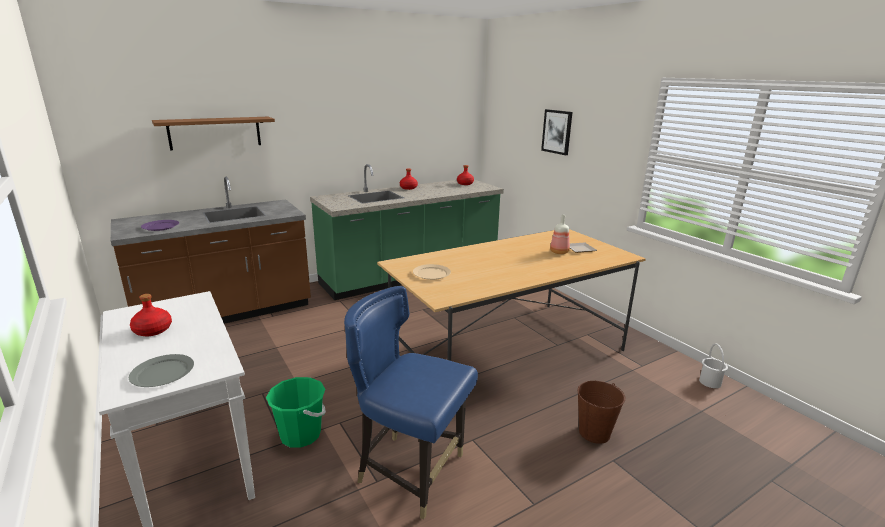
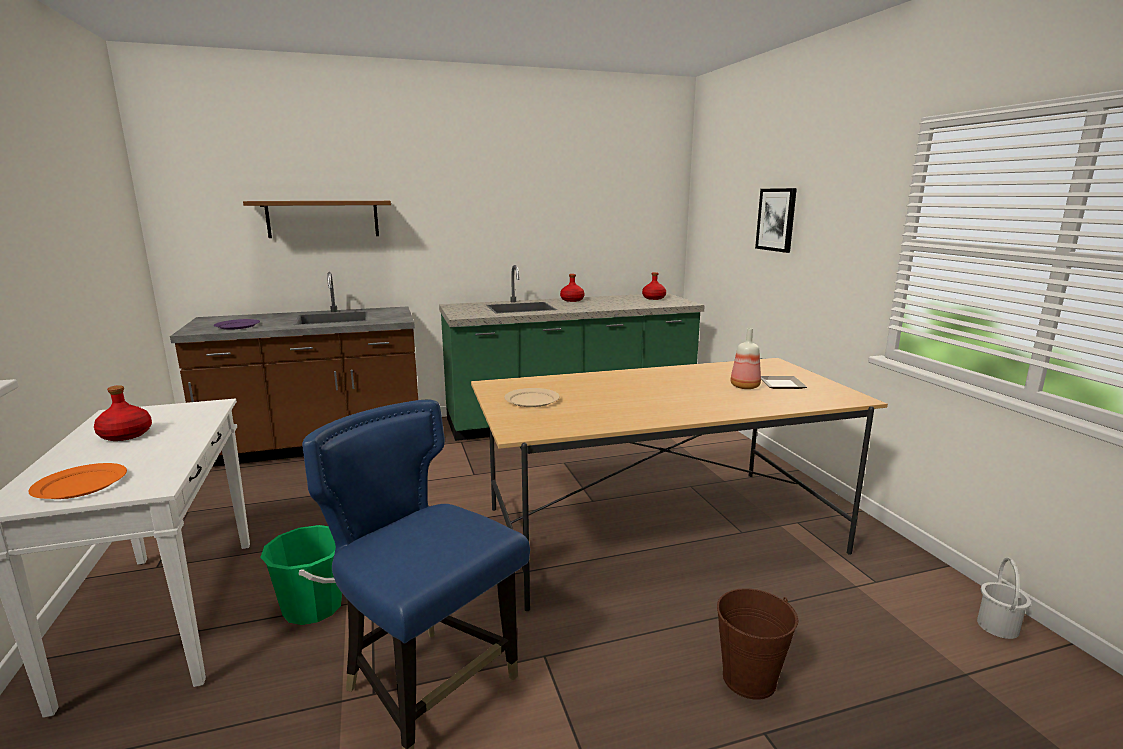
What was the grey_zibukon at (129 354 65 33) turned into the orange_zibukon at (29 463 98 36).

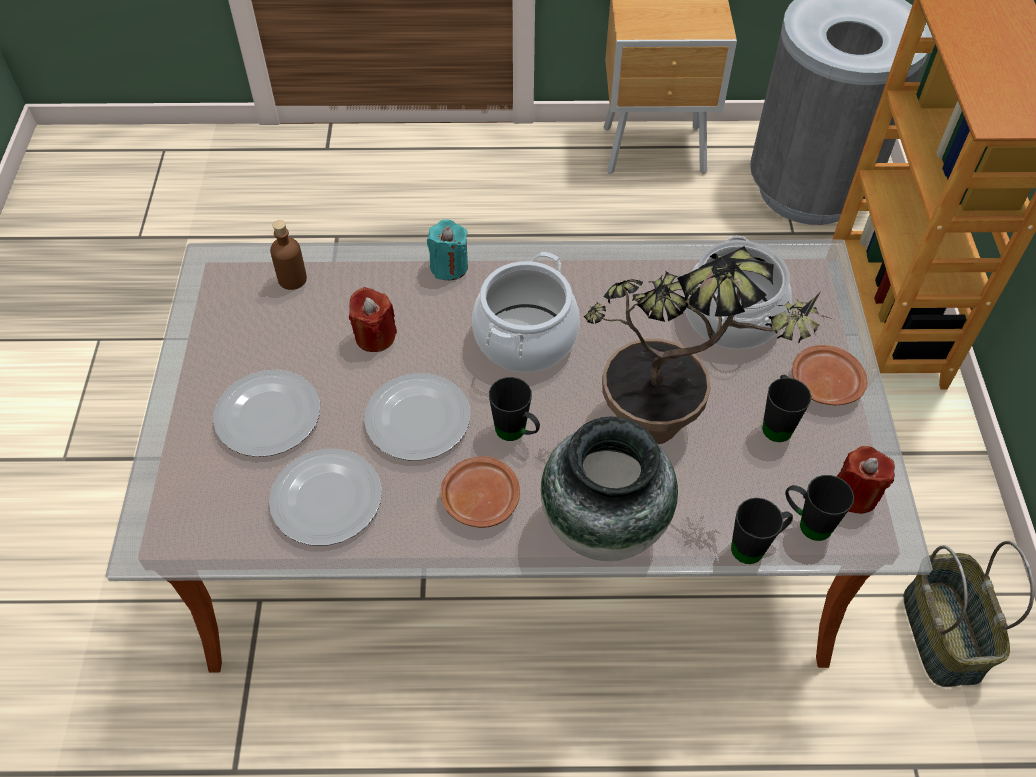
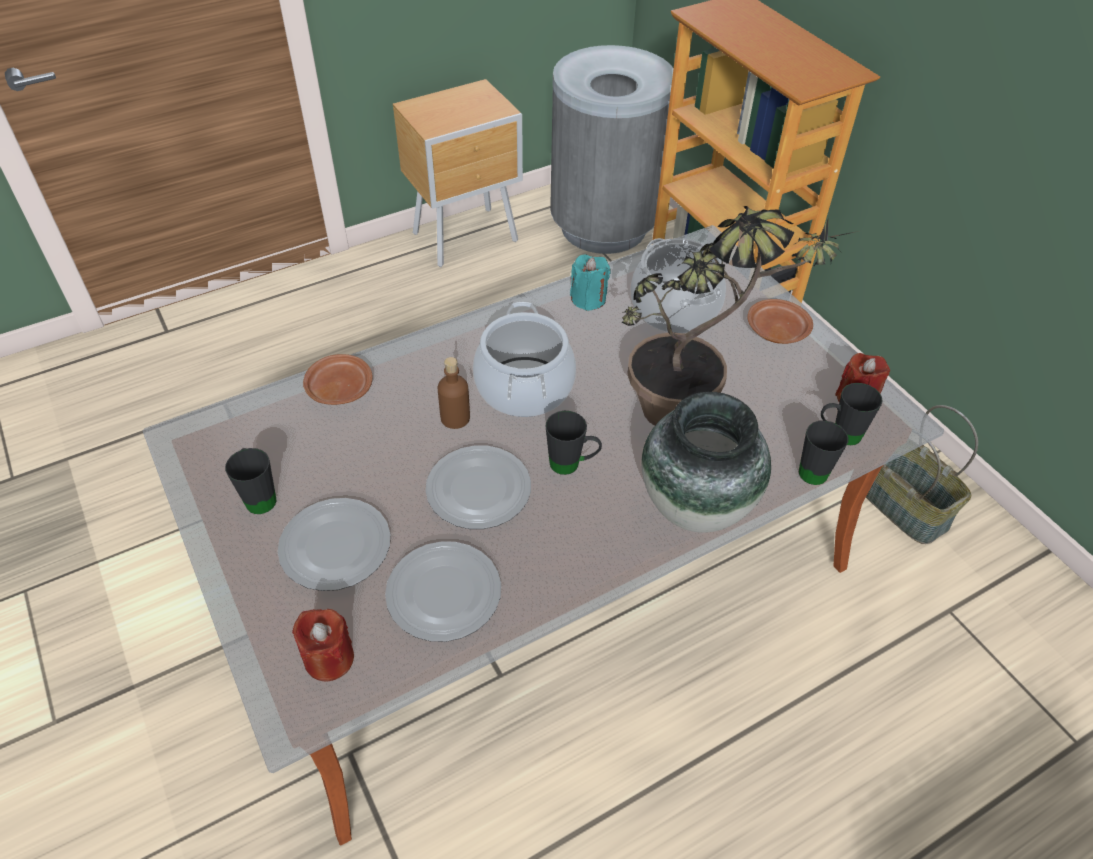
The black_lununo ended up elsewhere, having gone from (762 375 50 67) to (225 448 51 66).
The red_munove ended up elsewhere, having gone from (349 287 48 65) to (292 609 62 73).
The brown_zibukon ended up elsewhere, having gone from (441 456 79 72) to (303 354 69 51).
The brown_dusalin ended up elsewhere, having gone from (270 220 37 70) to (438 357 32 72).
The turquoise_munove ended up elsewhere, having gone from (427 219 41 62) to (570 254 41 57).

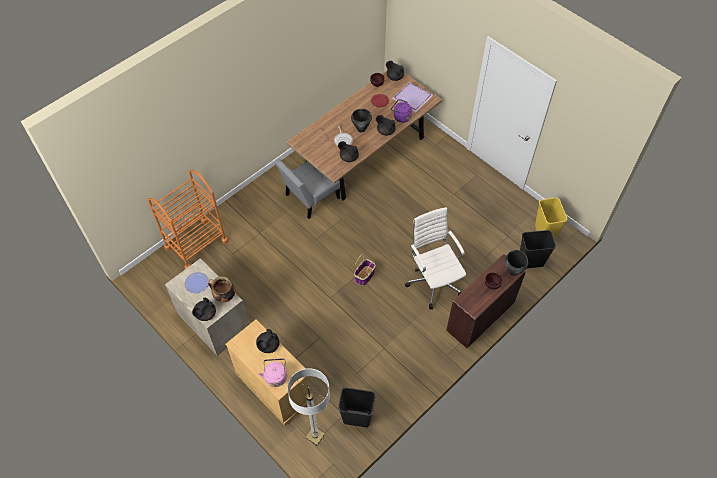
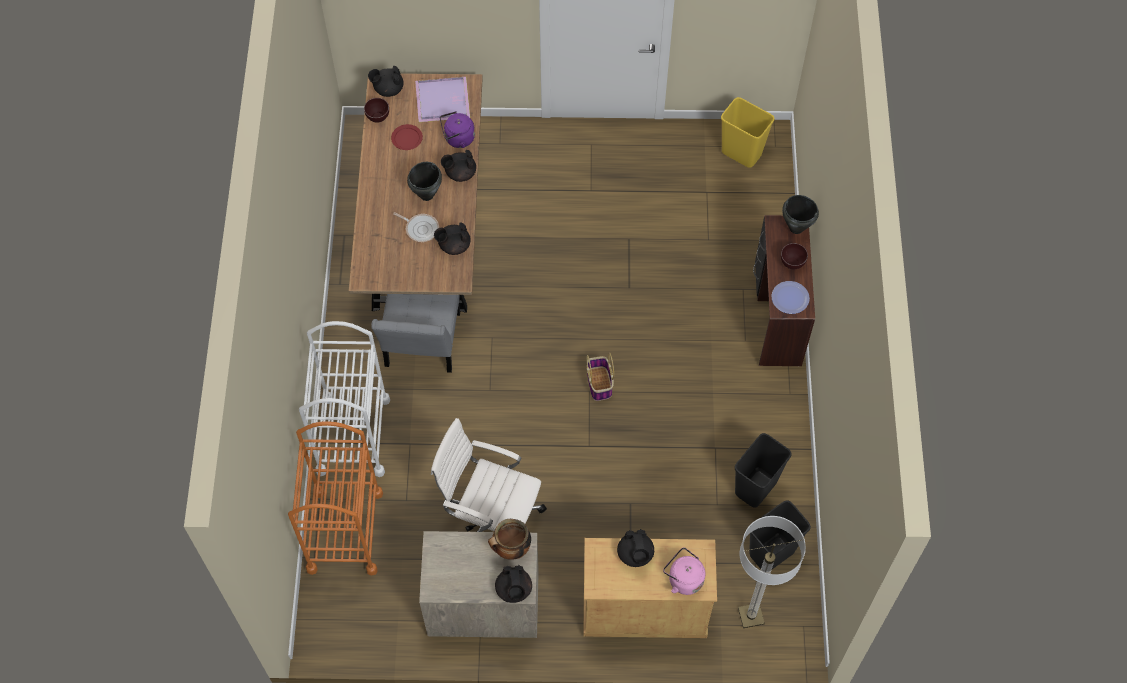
The second view gained the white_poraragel at (299 321 91 156).
The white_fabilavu ended up elsewhere, having gone from (405 207 61 102) to (431 418 116 114).
The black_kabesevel ended up elsewhere, having gone from (520 230 36 38) to (735 433 57 74).
The zibukon ended up elsewhere, having gone from (184 272 25 22) to (771 281 39 33).

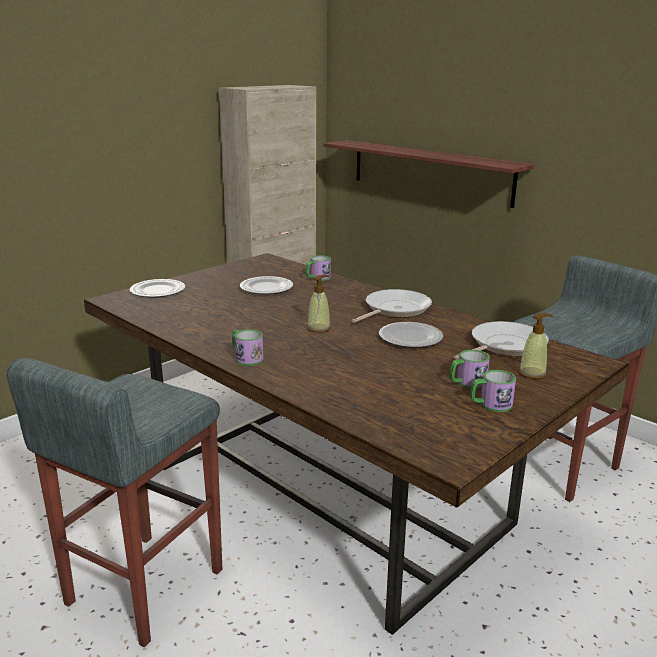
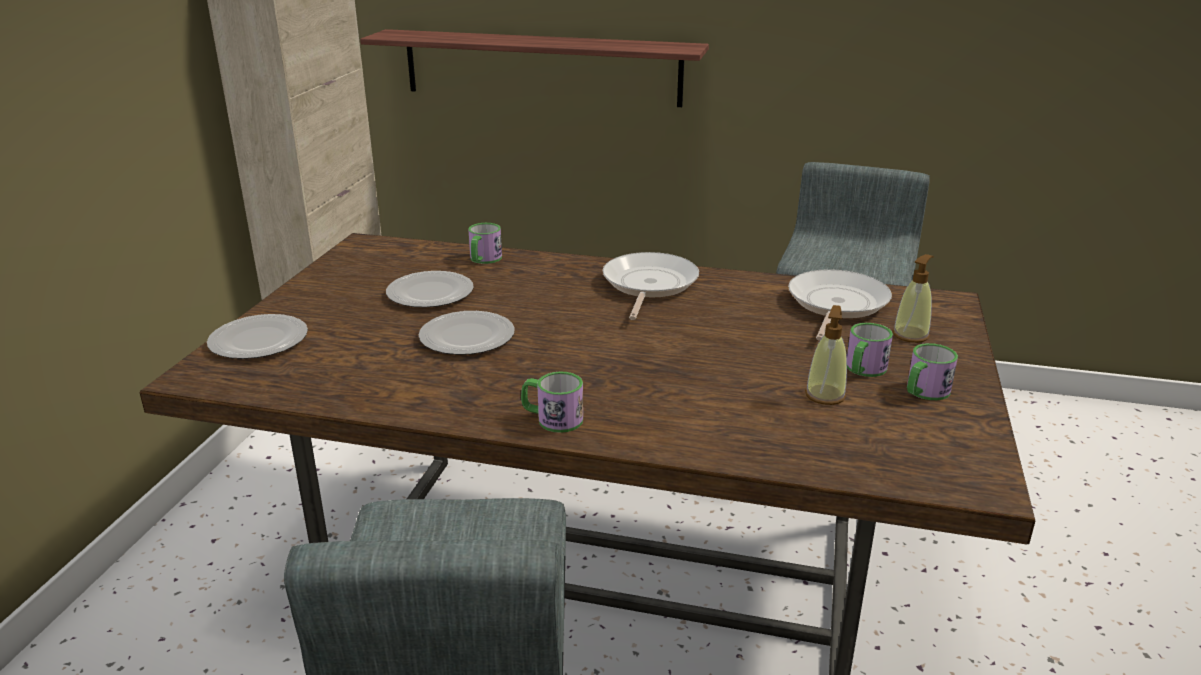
The zibukon ended up elsewhere, having gone from (379 322 64 25) to (419 311 96 44).
The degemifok ended up elsewhere, having gone from (307 275 24 58) to (805 305 42 100).

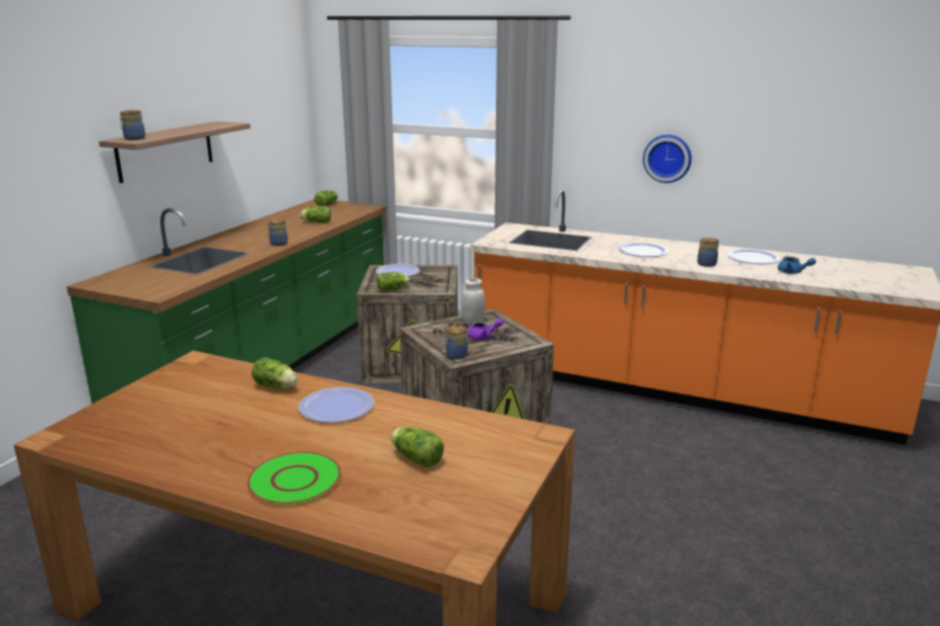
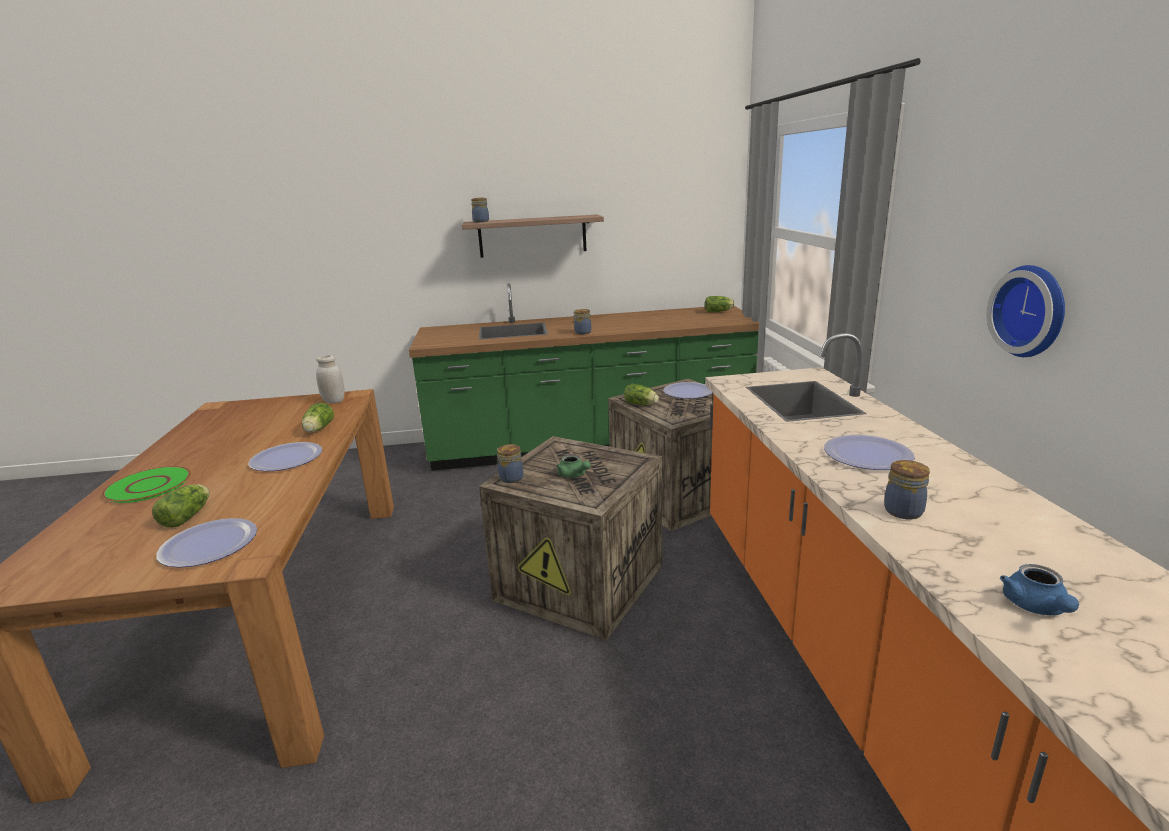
The zibukon ended up elsewhere, having gone from (727 249 53 15) to (156 518 101 50).
The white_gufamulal ended up elsewhere, having gone from (462 278 23 47) to (316 355 29 49).
What was the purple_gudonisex at (468 318 36 22) turned into the green_gudonisex at (556 454 35 24).
The second view lost the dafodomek at (300 206 31 17).

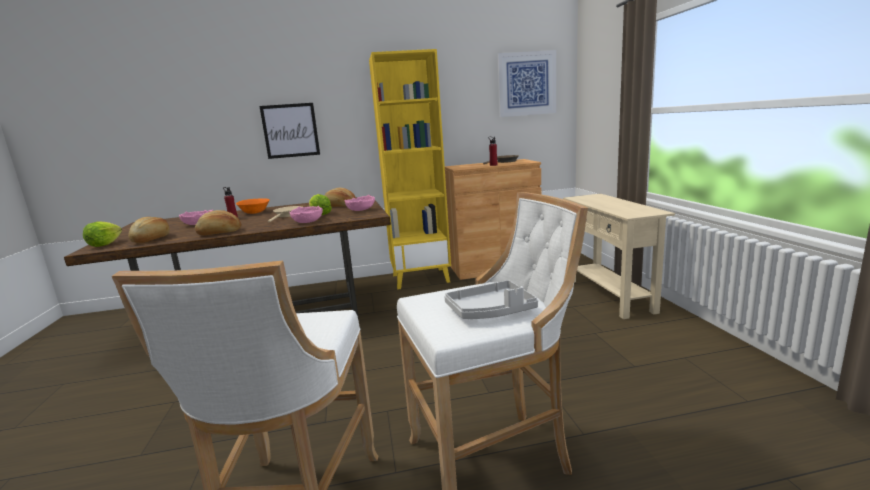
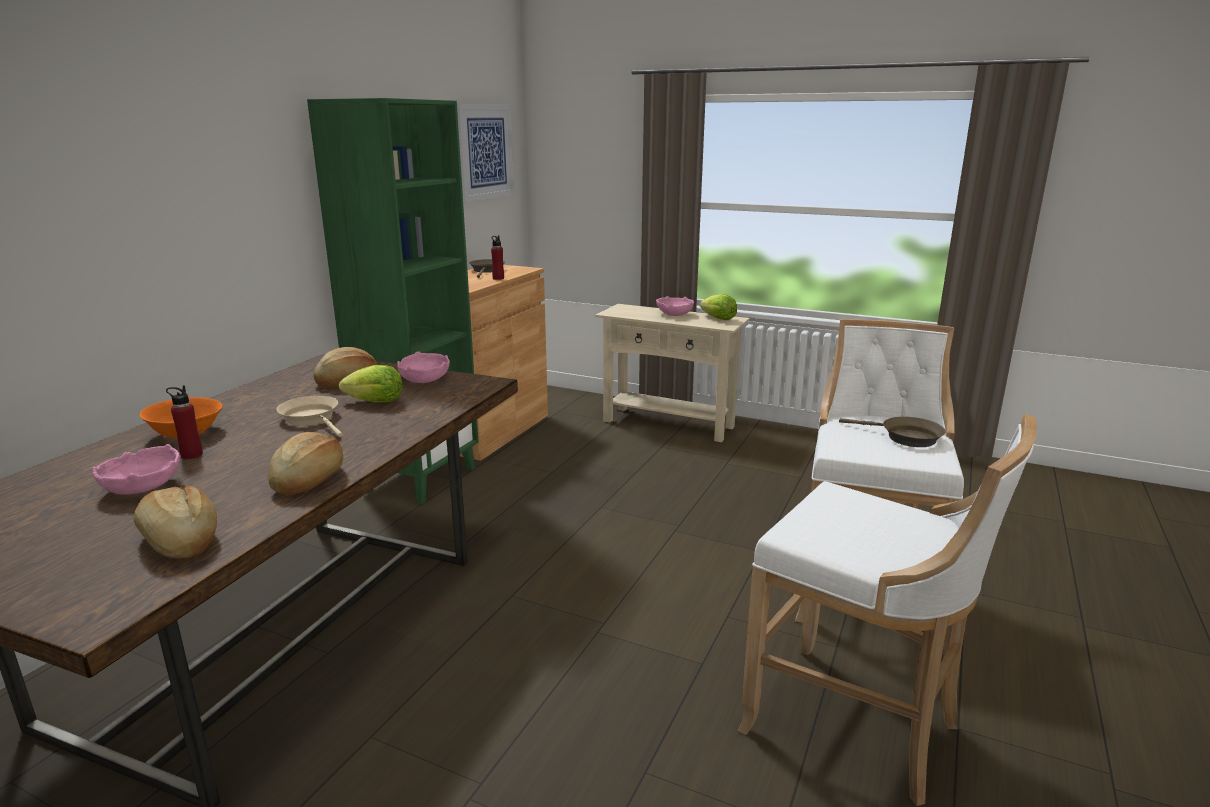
What was the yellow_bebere at (369 49 82 241) turned into the green_bebere at (307 98 172 407).
The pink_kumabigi ended up elsewhere, having gone from (289 206 34 17) to (656 296 38 20).
The dafodomek ended up elsewhere, having gone from (83 221 39 26) to (700 294 37 26).
Where the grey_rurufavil stood at (444 280 94 39), the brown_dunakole came to stand at (839 417 106 30).
The second view lost the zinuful at (260 103 60 56).

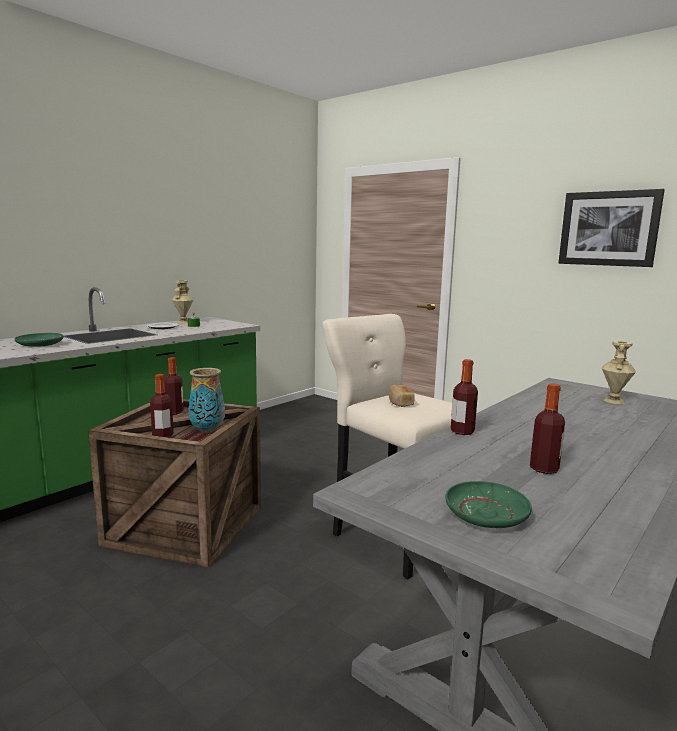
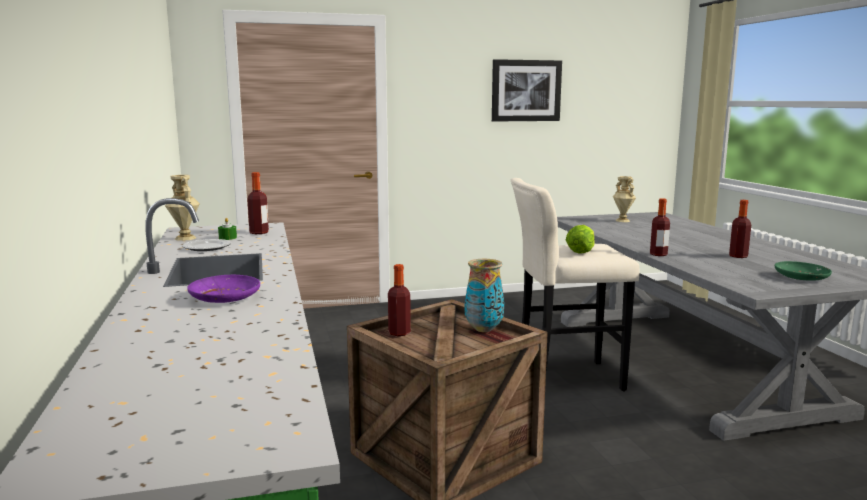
What was the green_zibukon at (15 333 49 14) turned into the purple_zibukon at (187 275 73 28).
The dusalin ended up elsewhere, having gone from (150 374 24 64) to (247 172 22 62).
Where the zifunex stood at (389 385 26 22), the dafodomek came to stand at (566 225 29 29).

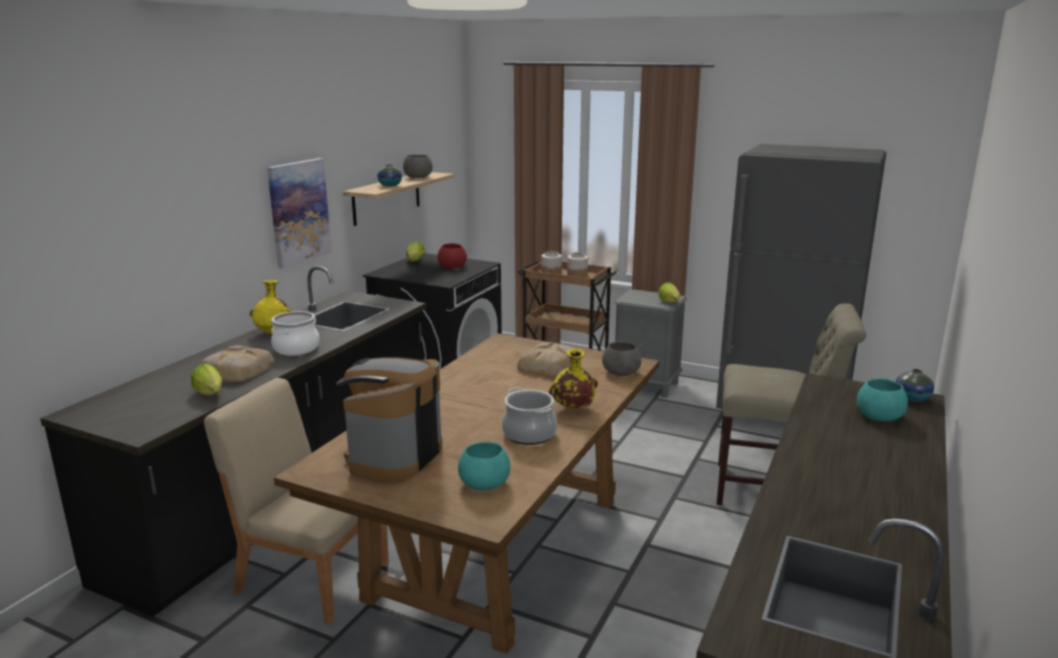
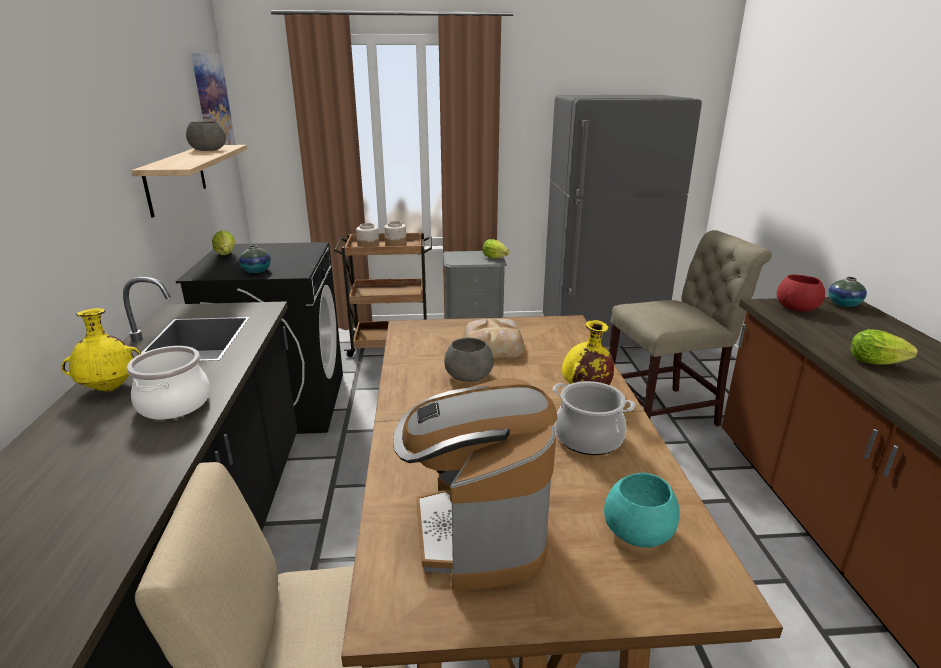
The zinuful ended up elsewhere, having gone from (267 158 65 111) to (191 53 45 92).
The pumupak ended up elsewhere, having gone from (377 164 25 22) to (239 245 32 28).
The grey_kumabigi ended up elsewhere, having gone from (602 342 39 34) to (444 338 50 44).
The red_kumabigi ended up elsewhere, having gone from (438 243 29 26) to (777 275 48 37).
The dafodomek ended up elsewhere, having gone from (191 364 31 32) to (851 329 67 36).
The second view lost the zifunex at (201 345 74 37).
The second view lost the turquoise_kumabigi at (857 378 51 44).

